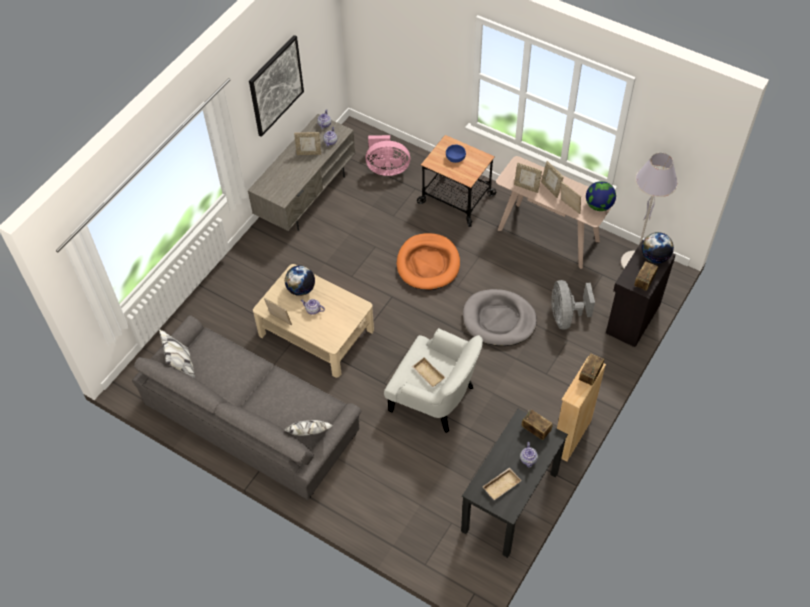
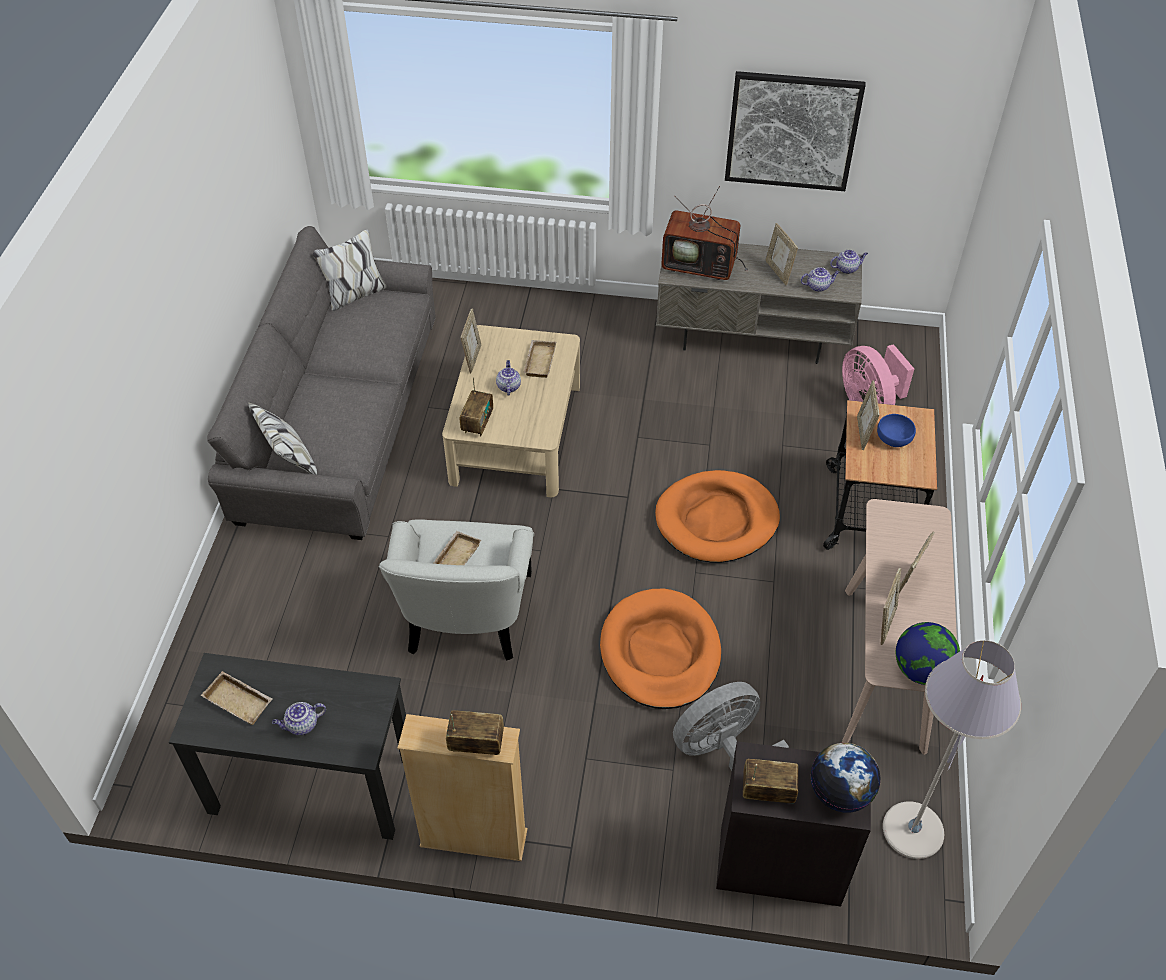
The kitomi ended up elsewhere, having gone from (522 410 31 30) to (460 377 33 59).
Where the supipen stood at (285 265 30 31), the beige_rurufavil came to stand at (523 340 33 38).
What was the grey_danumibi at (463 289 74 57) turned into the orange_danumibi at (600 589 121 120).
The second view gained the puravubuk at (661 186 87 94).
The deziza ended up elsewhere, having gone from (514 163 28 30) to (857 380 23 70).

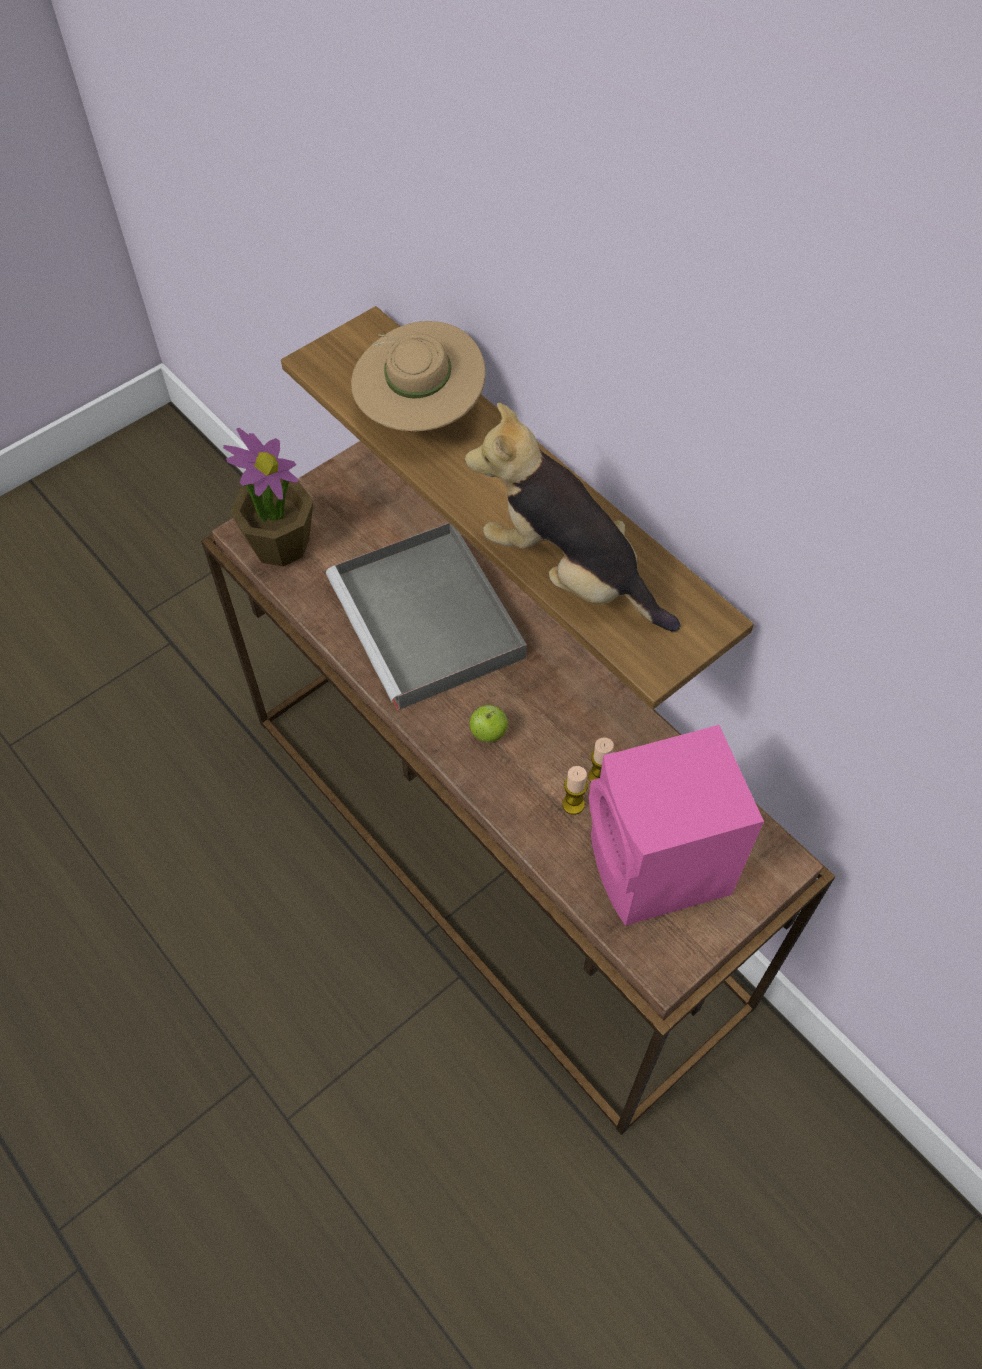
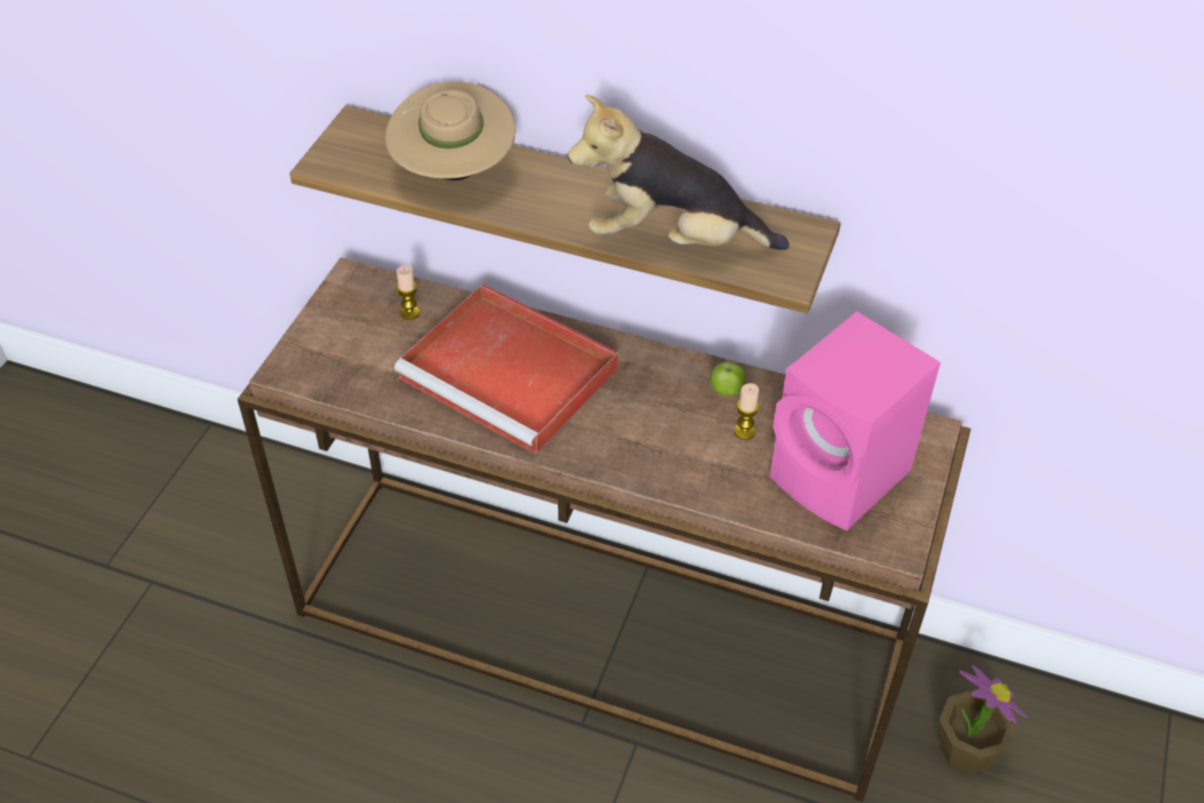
What was the grey_rurufavil at (326 523 201 187) turned into the red_rurufavil at (394 284 224 171).
The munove ended up elsewhere, having gone from (562 766 26 49) to (396 265 24 55).
The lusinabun ended up elsewhere, having gone from (469 705 39 37) to (710 361 36 35).
The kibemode ended up elsewhere, having gone from (223 428 90 139) to (939 665 88 109).

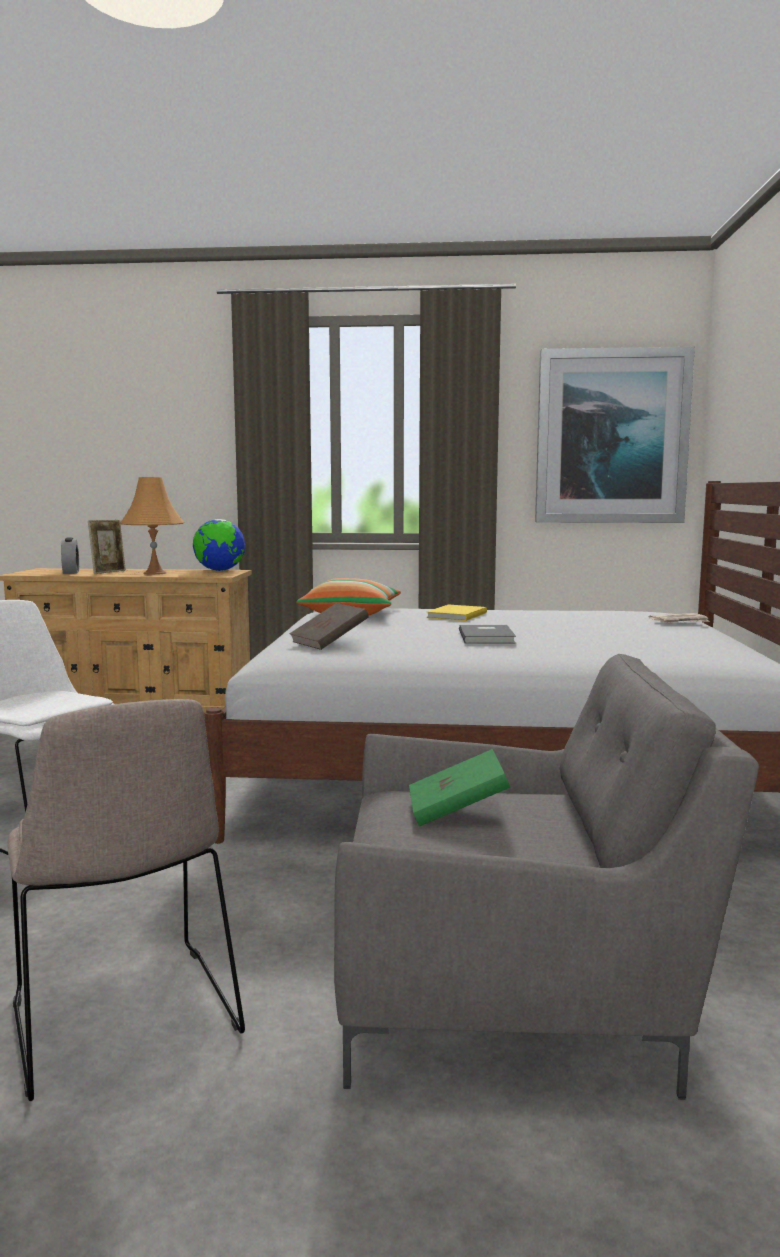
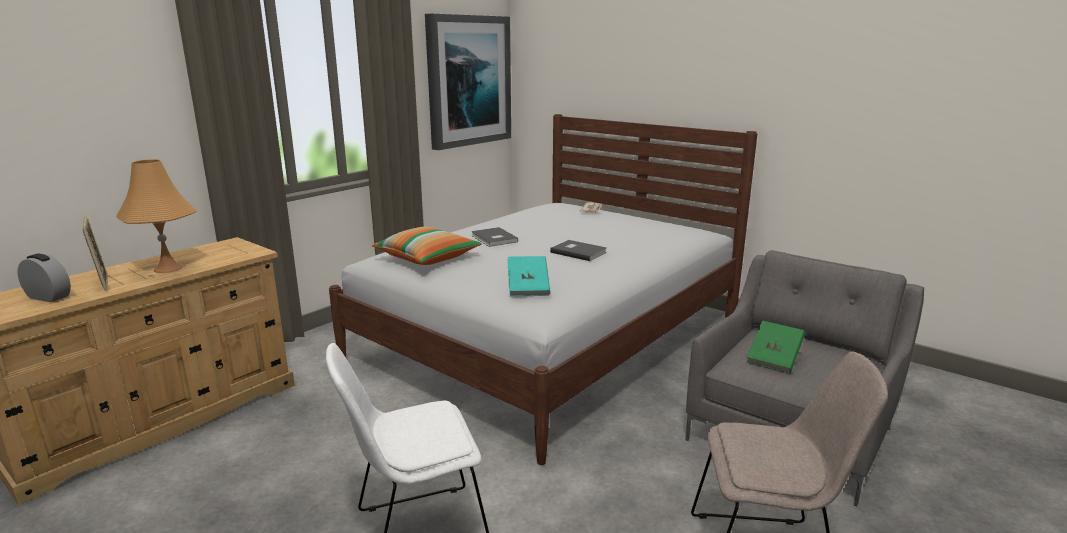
What was the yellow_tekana at (426 604 61 17) turned into the grey_tekana at (471 227 47 20).
What was the brown_tekana at (289 603 80 47) turned into the turquoise_tekana at (508 256 42 41).
The second view lost the supipen at (193 519 52 52).

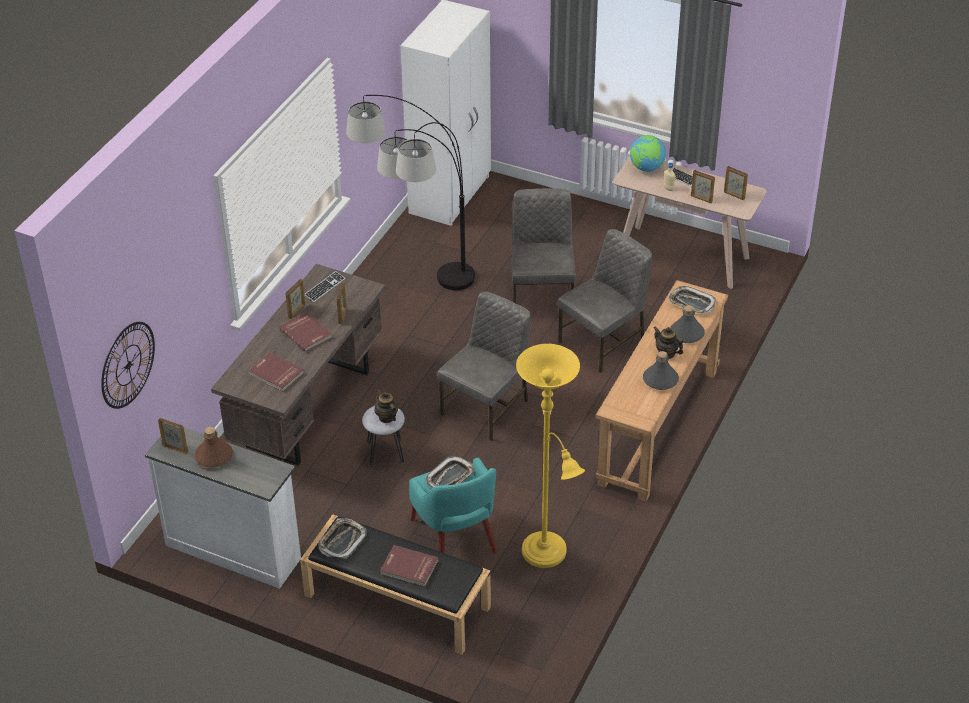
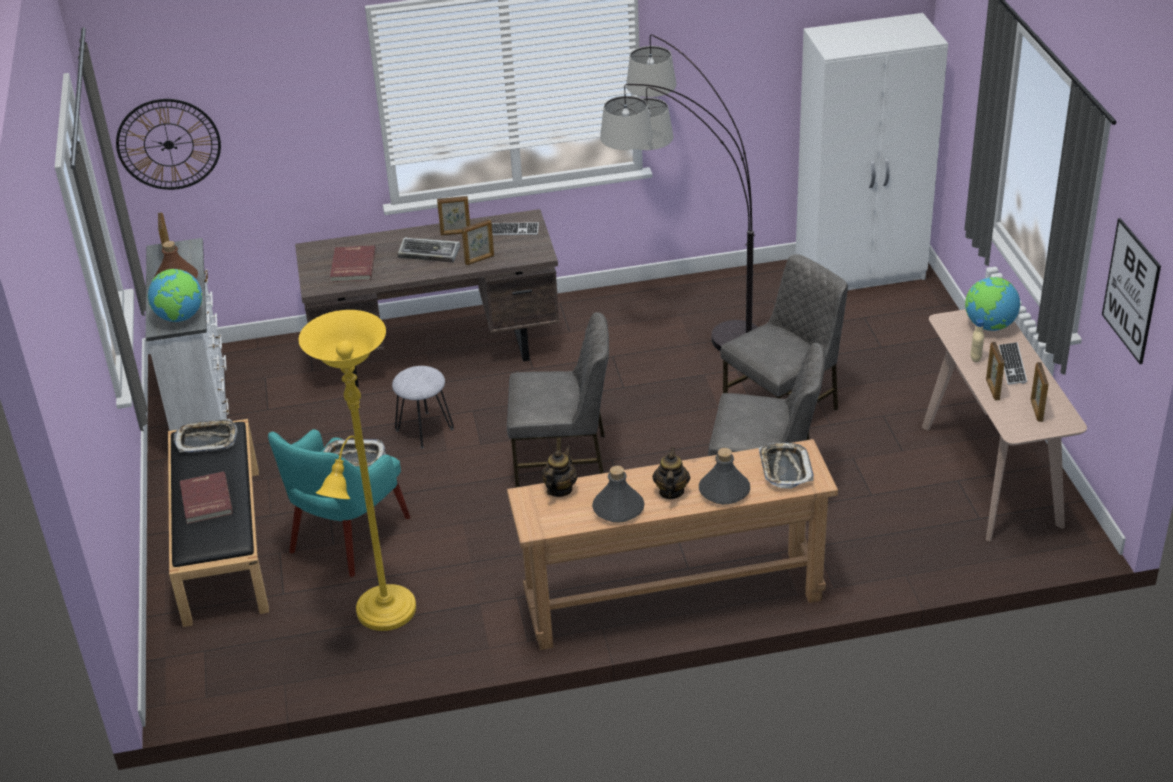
The second view gained the supipen at (148 269 54 53).
Where the red_tekana stood at (279 312 53 40), the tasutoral came to stand at (398 237 62 25).
The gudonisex ended up elsewhere, having gone from (374 389 25 34) to (542 446 35 51).
The second view gained the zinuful at (1102 218 59 146).

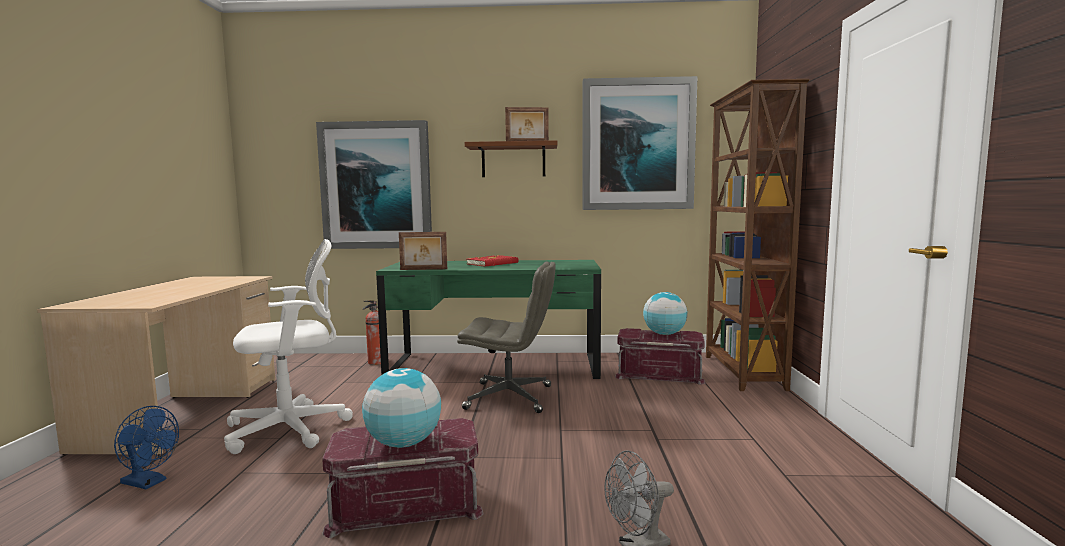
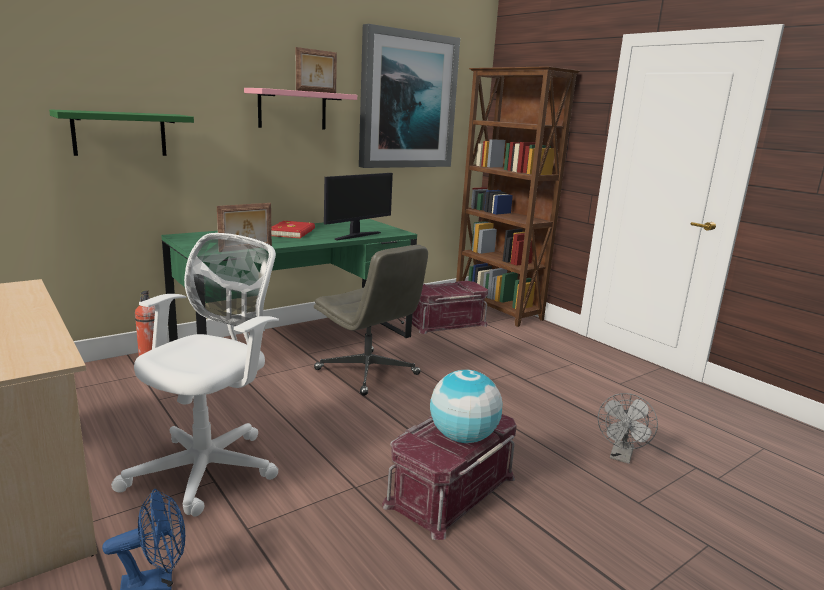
Where the zinuful hung at (316 120 116 129), the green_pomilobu came to hang at (49 109 145 47).
What was the brown_pomilobu at (465 140 92 37) turned into the pink_pomilobu at (244 88 113 42).
The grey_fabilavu at (457 261 99 152) ended up facing another way, 75 degrees clockwise from before.
The second view gained the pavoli at (324 173 69 67).
The second view lost the supipen at (643 292 45 43).

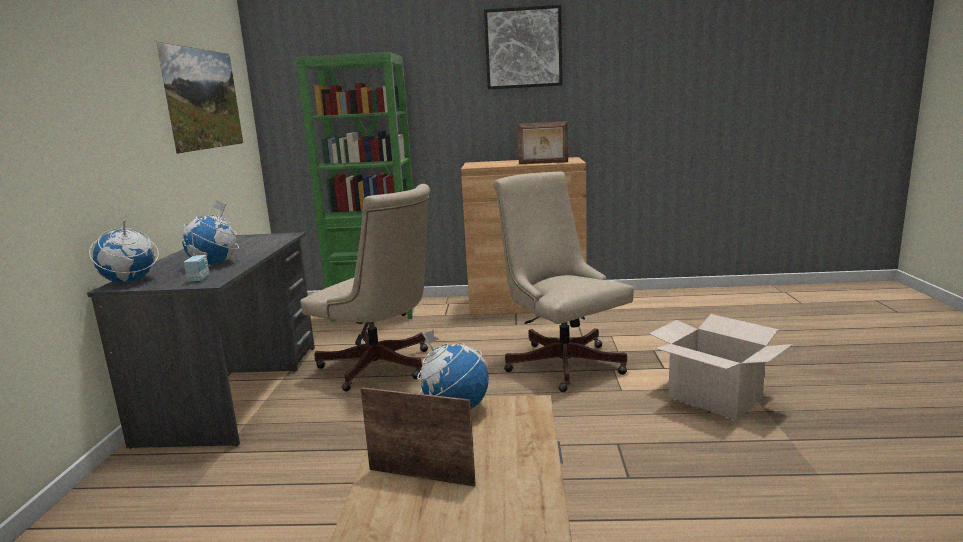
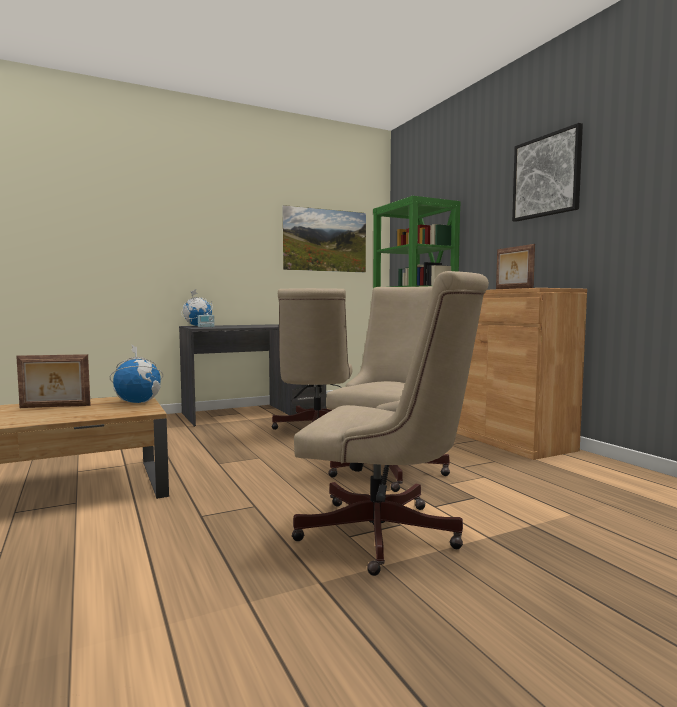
The deziza at (360 387 116 100) ended up facing another way, 90 degrees clockwise from before.
Where the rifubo stood at (649 314 144 106), the beige_fabilavu came to stand at (292 271 197 305).
The second view lost the supipen at (182 200 57 66).

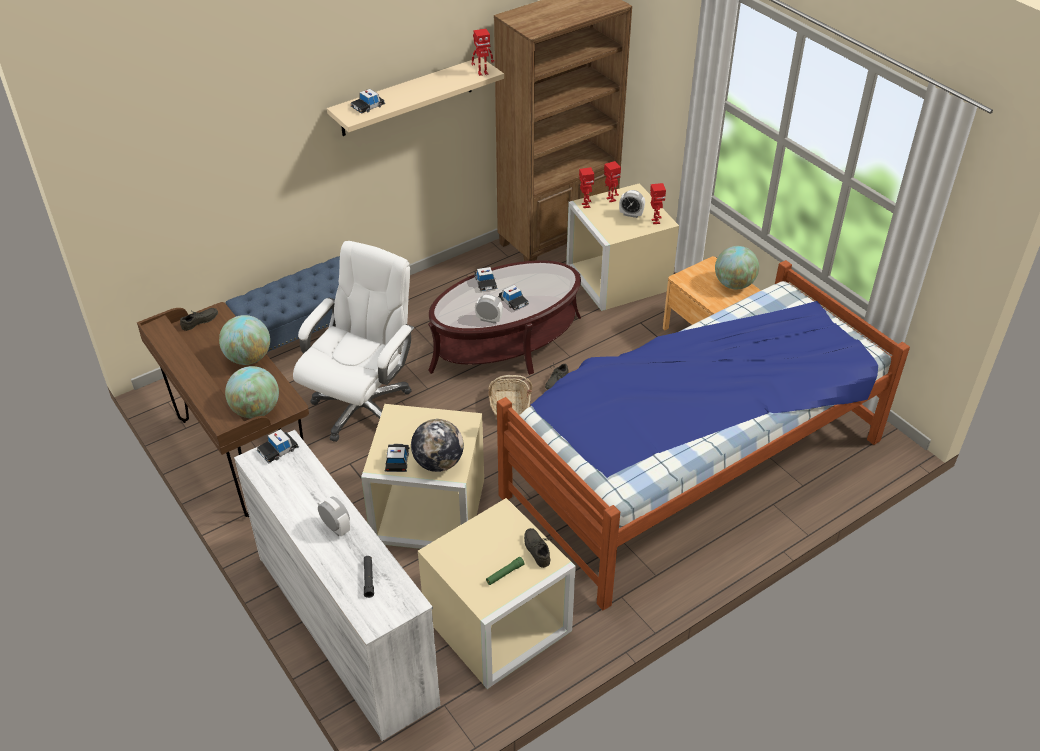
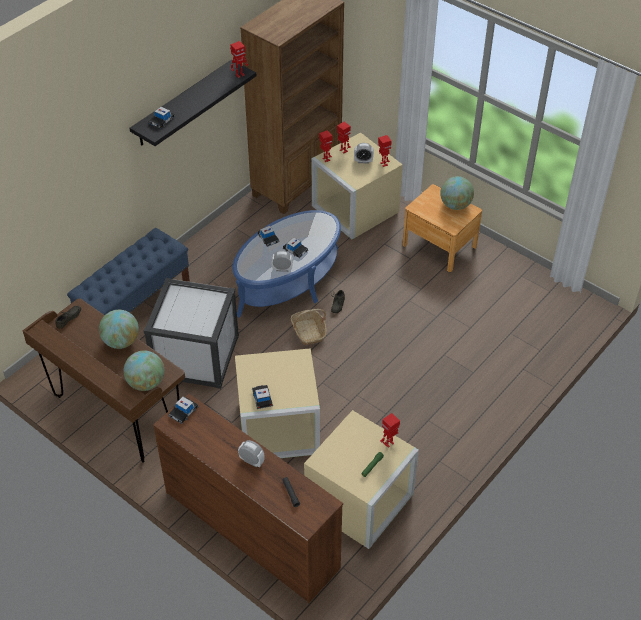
What was the beige_pomilobu at (327 57 177 79) turned into the black_pomilobu at (130 60 126 86).
Where the white_fabilavu stood at (293 241 122 201), the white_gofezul came to stand at (144 278 95 111).
What was the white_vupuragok at (234 430 206 311) turned into the brown_vupuragok at (153 394 190 209).
What was the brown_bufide at (428 260 153 115) turned into the blue_bufide at (233 210 108 108).
Where the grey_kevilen stood at (524 528 28 40), the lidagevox came to stand at (380 413 20 35).
The second view lost the supipen at (411 419 53 53).
The second view lost the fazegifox at (497 260 413 350).

